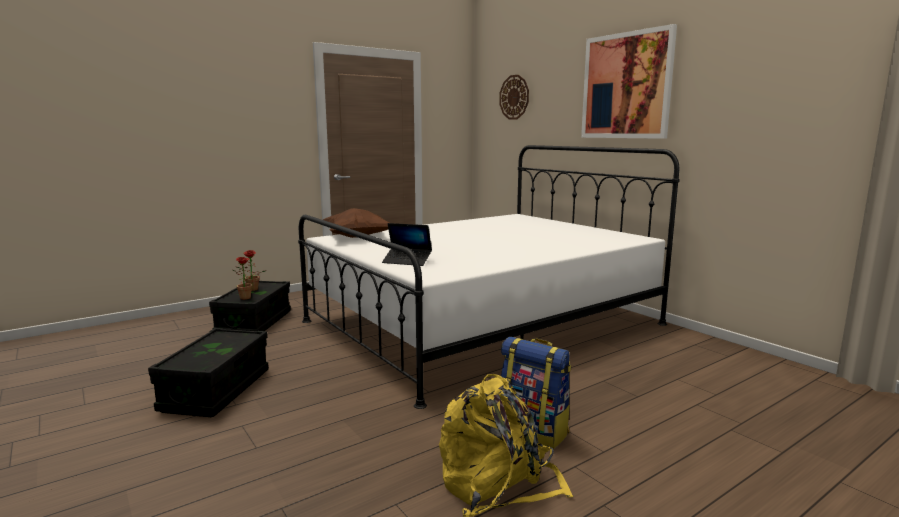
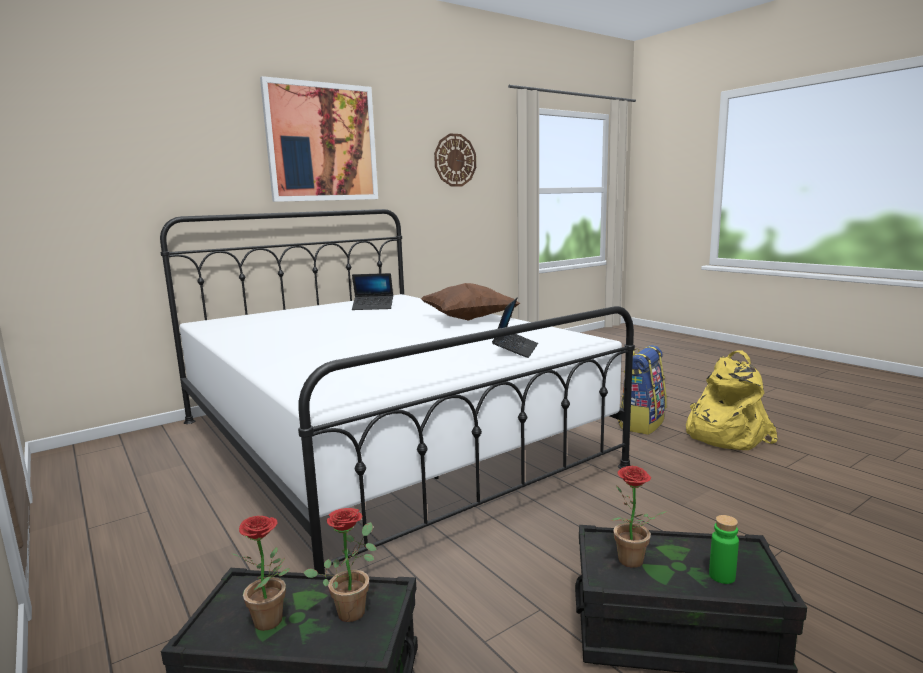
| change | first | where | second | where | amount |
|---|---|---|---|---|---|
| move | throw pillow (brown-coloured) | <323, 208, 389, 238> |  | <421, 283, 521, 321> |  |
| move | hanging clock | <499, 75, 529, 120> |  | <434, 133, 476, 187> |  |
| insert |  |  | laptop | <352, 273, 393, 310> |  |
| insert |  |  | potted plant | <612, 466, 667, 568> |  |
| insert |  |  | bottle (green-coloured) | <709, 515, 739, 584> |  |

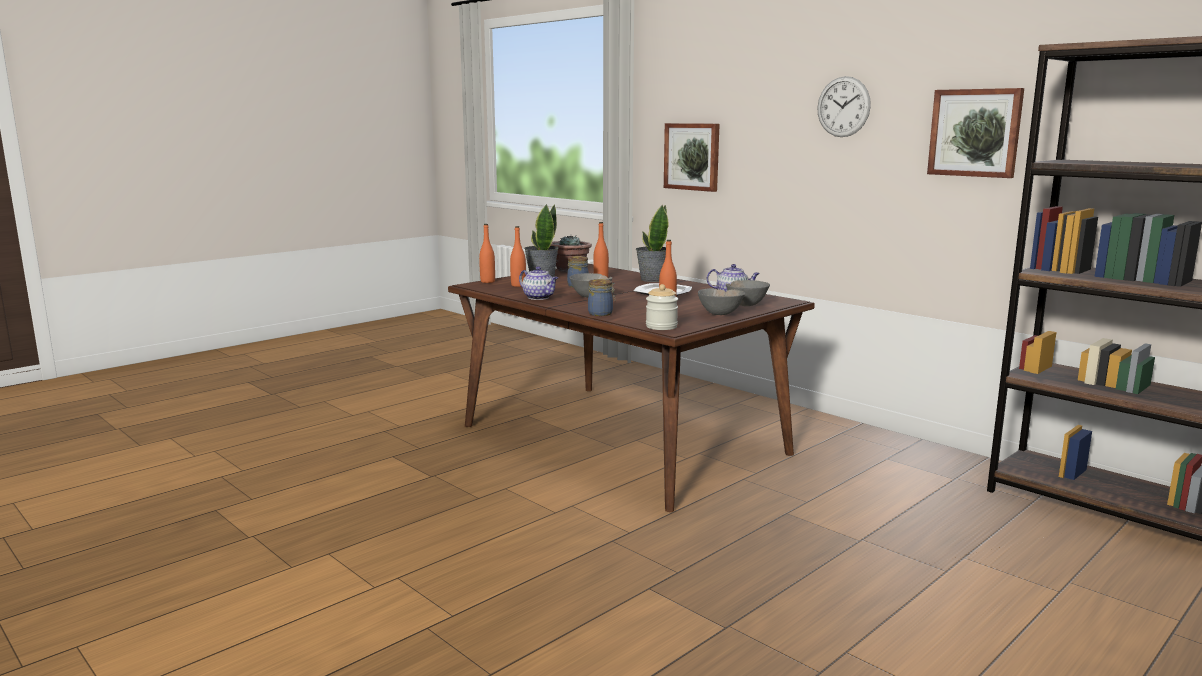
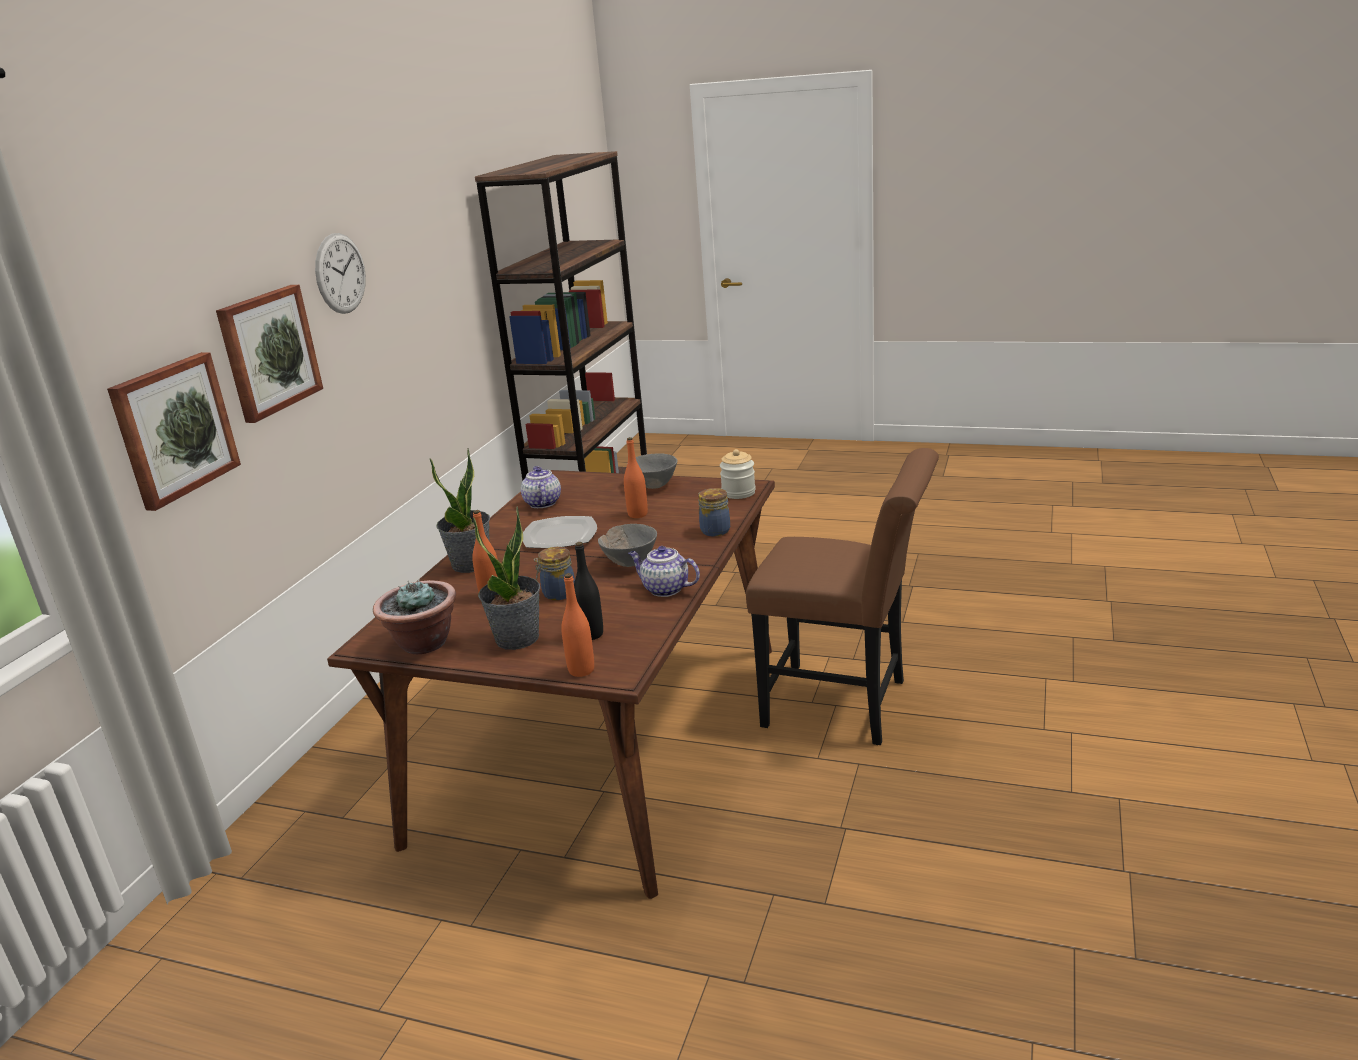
| change | first | where | second | where | amount |
|---|---|---|---|---|---|
| recolor | bottle (orangey) | <510, 226, 526, 287> | bottle (blackish) | <574, 542, 603, 640> |  |
| rotate | pot for tea | <519, 266, 558, 300> |  | <628, 546, 700, 597> | 75 degrees counterclockwise |
| delete | deep dish (grey) | <726, 280, 770, 306> |  |  |  |
| move | wall art | <927, 88, 1024, 178> |  | <216, 285, 323, 423> |  |
| insert |  |  | plain chair (brown-coloured) | <746, 448, 939, 745> |  |

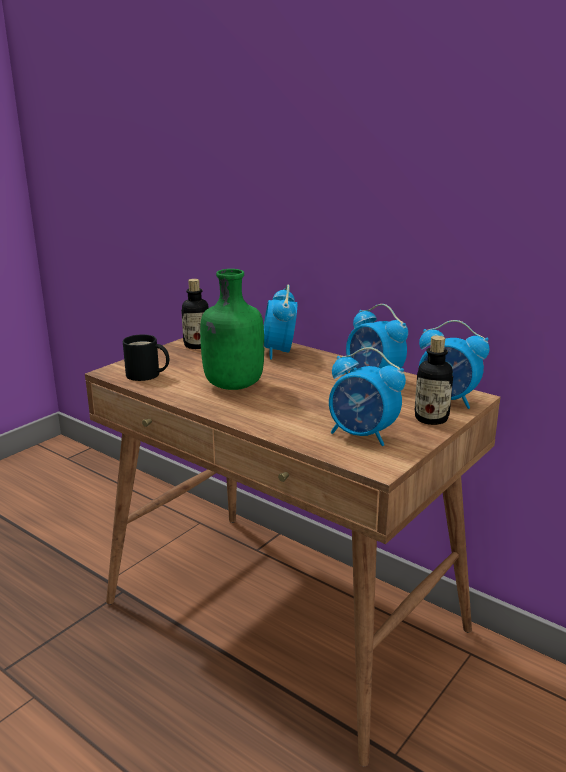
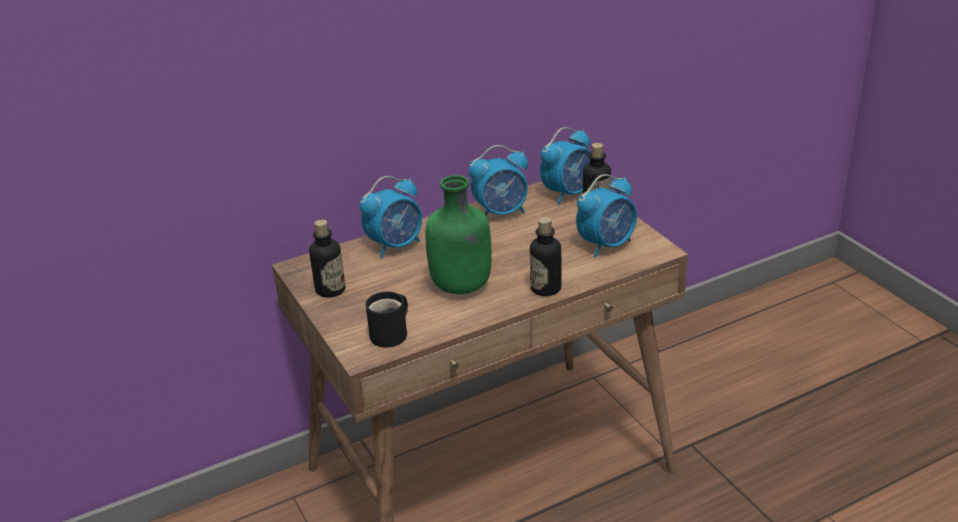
| change | first | where | second | where | amount |
|---|---|---|---|---|---|
| rotate | table clock | <264, 285, 297, 359> |  | <360, 176, 422, 258> | 60 degrees counterclockwise |
| insert |  |  | bottle | <530, 217, 561, 296> |  |

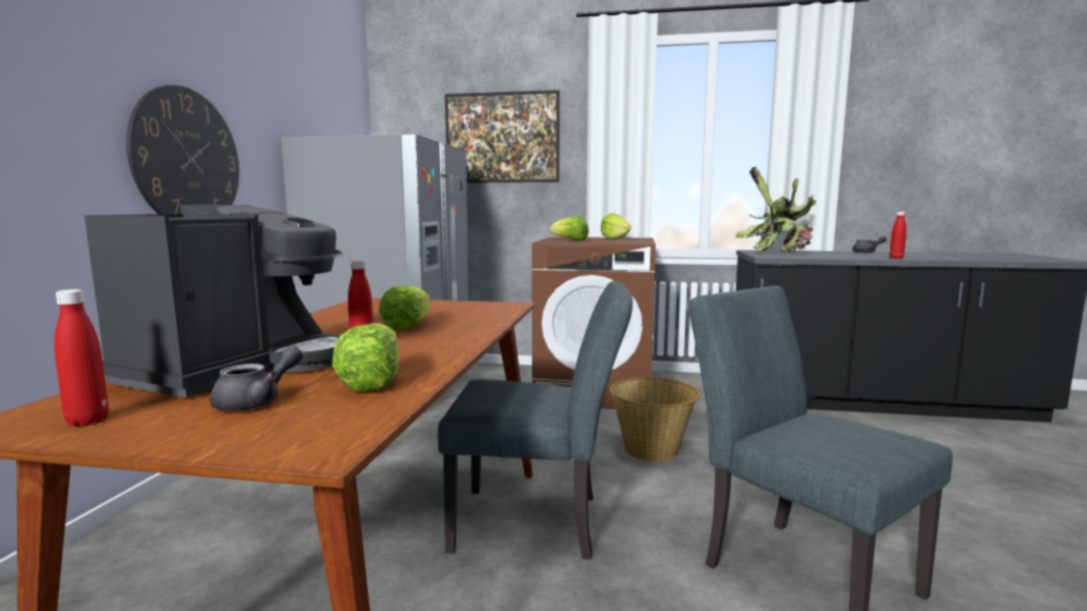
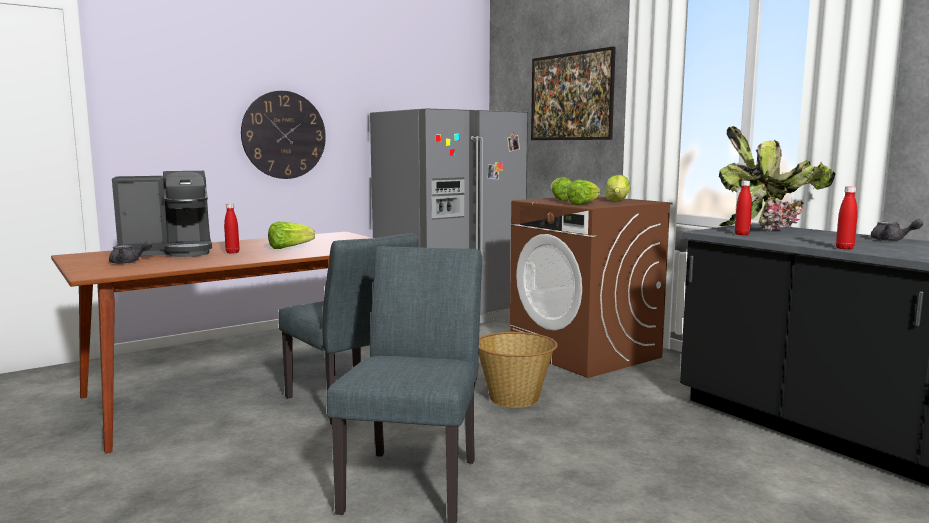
| change | first | where | second | where | amount |
|---|---|---|---|---|---|
| move | bottle (reddish) | <54, 289, 109, 426> |  | <735, 180, 752, 235> |  |
| move | head of lettuce | <332, 323, 399, 392> |  | <566, 180, 600, 205> |  |

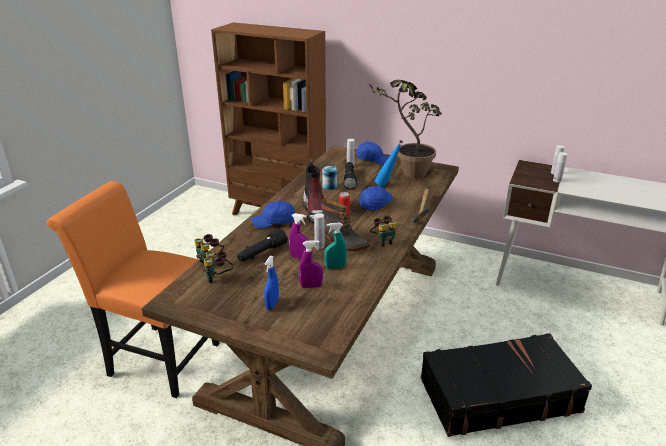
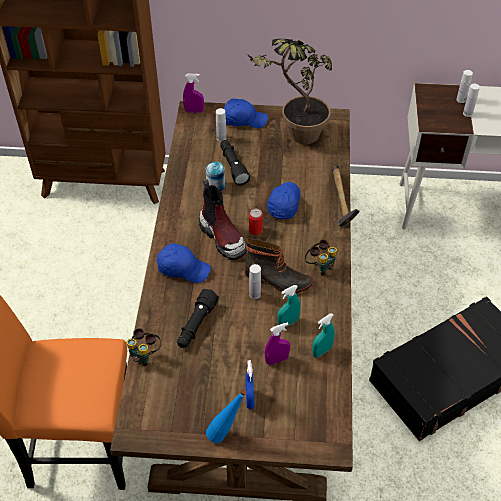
| change | first | where | second | where | amount |
|---|---|---|---|---|---|
| delete | pair of binoculars | <203, 251, 234, 283> |  |  |  |
| rotate | peaked cap (blue-coloured) | <251, 201, 295, 229> |  | <157, 243, 211, 283> | 135 degrees counterclockwise |
| move | spray bottle (purple) | <289, 213, 309, 259> |  | <183, 74, 204, 113> |  |
| move | bottle (blue-coloured) | <375, 140, 403, 186> |  | <206, 389, 247, 443> |  |
| insert |  |  | spray bottle (blue-green) | <312, 313, 335, 358> |  |

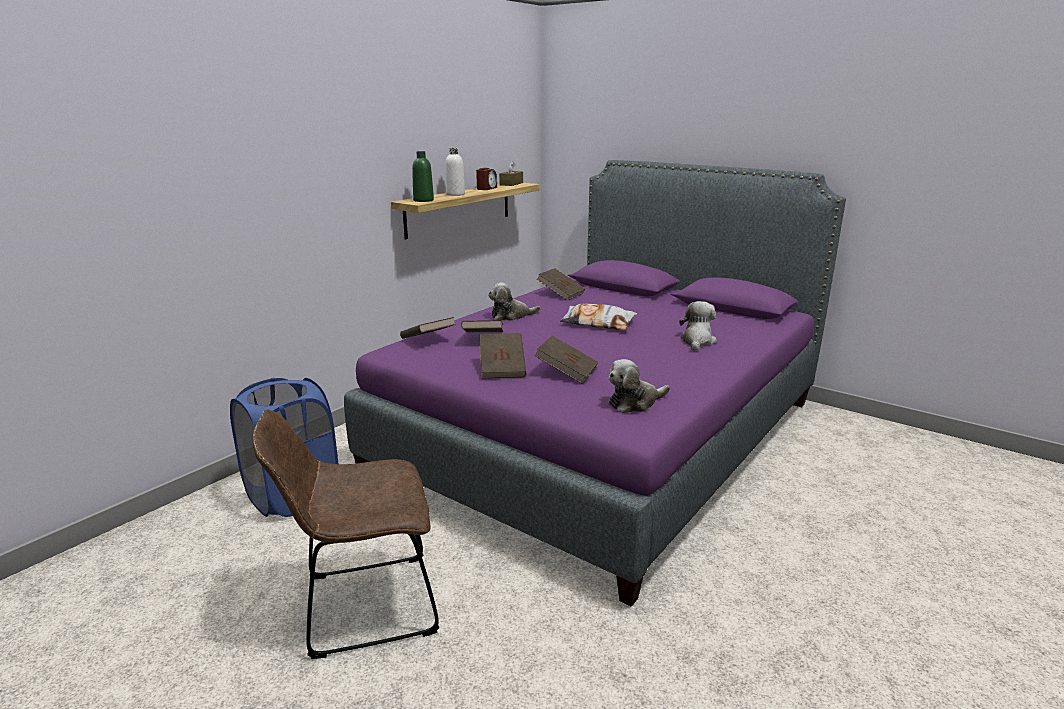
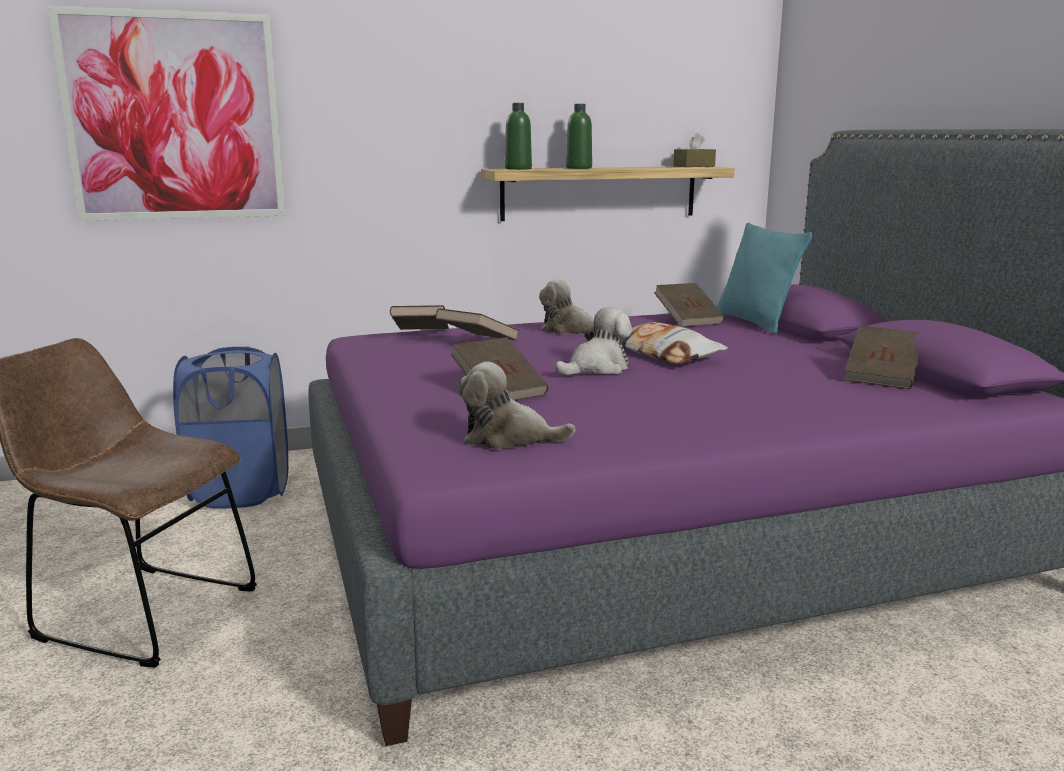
| change | first | where | second | where | amount |
|---|---|---|---|---|---|
| recolor | bottle (white-coloured) | <445, 148, 465, 196> | bottle (green-coloured) | <566, 104, 592, 169> |  |
| delete | table clock | <476, 168, 497, 190> |  |  |  |
| move | book (brown-coloured) | <479, 333, 526, 379> |  | <844, 326, 920, 389> |  |
| move | soft toy | <679, 301, 717, 351> |  | <555, 307, 632, 375> |  |
| insert |  |  | wall art | <47, 6, 285, 221> |  |
| insert |  |  | throw pillow (blue-green) | <716, 222, 813, 334> |  |

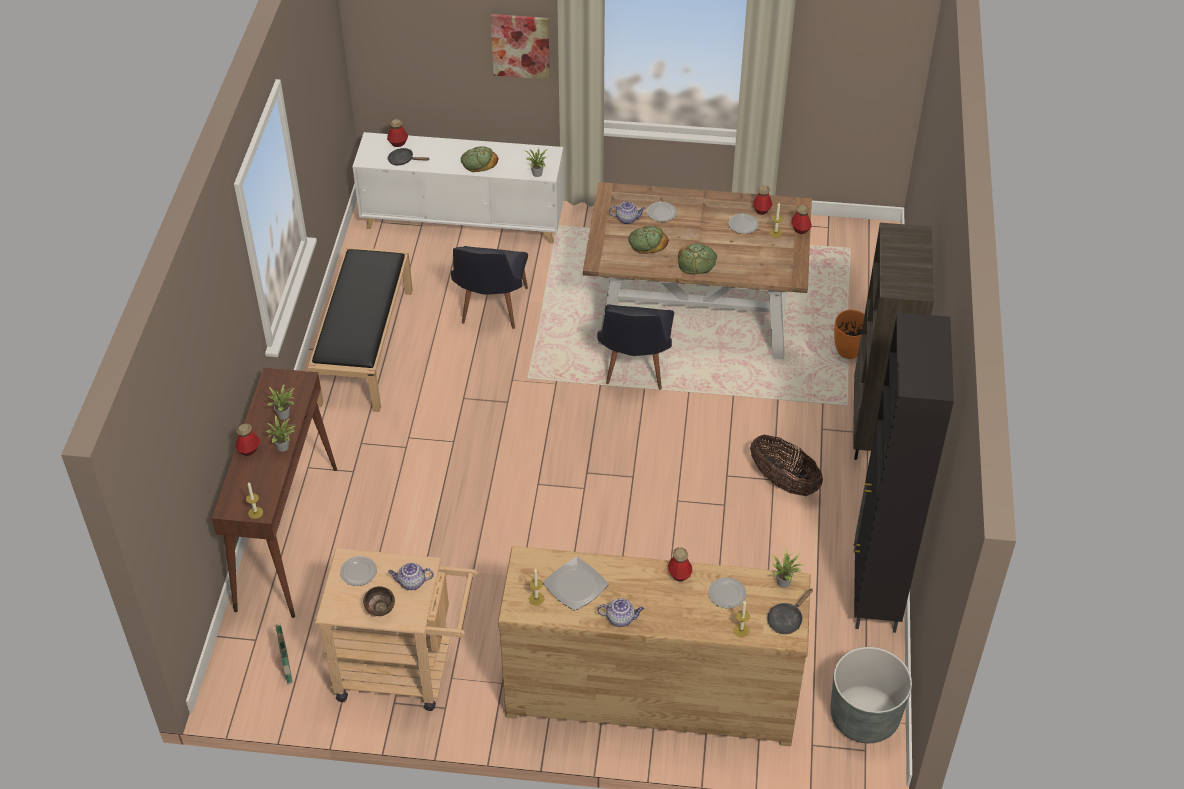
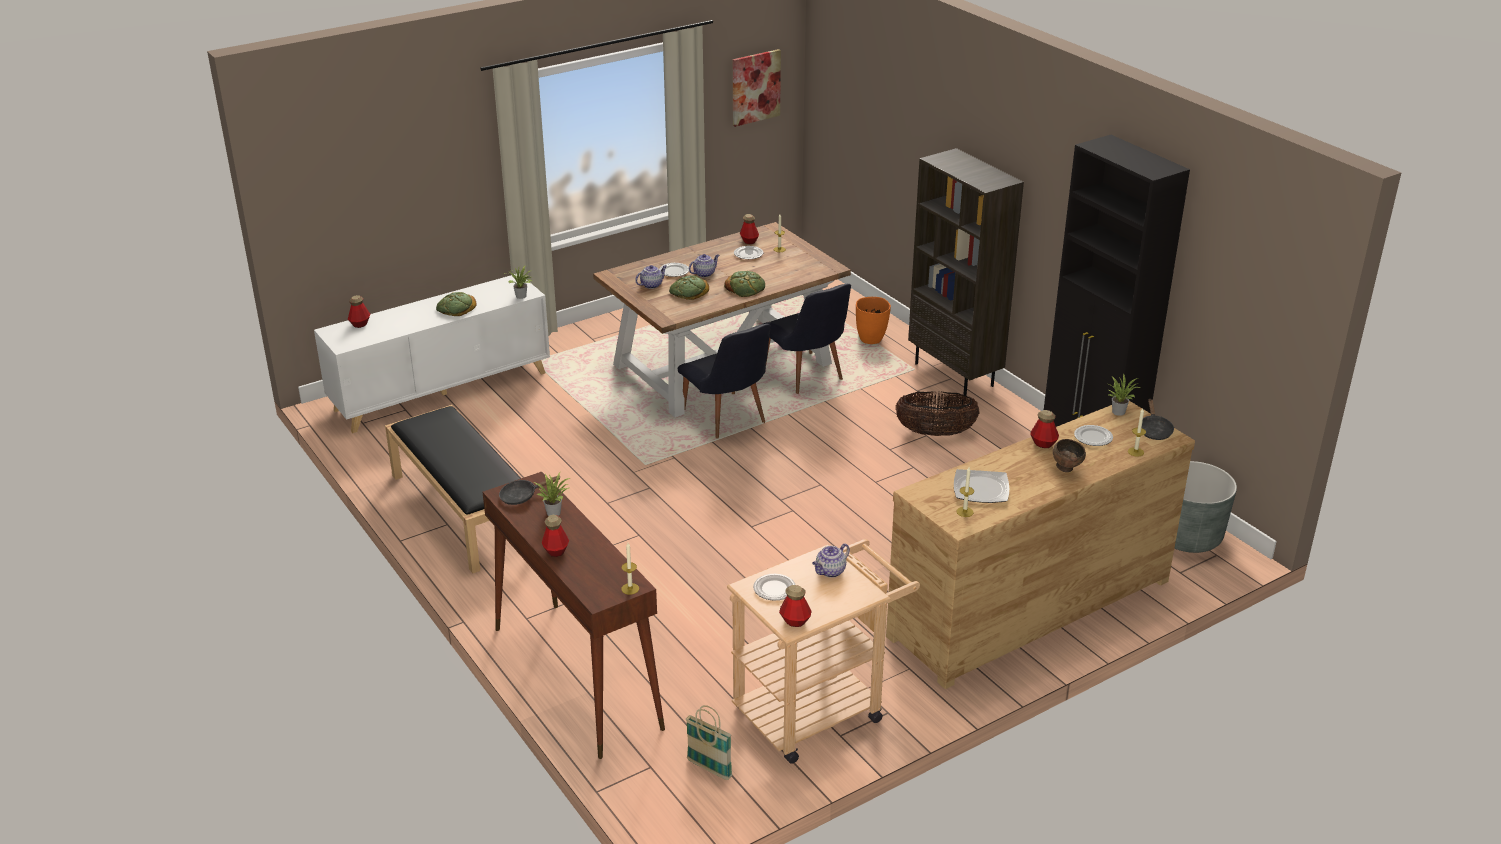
| change | first | where | second | where | amount |
|---|---|---|---|---|---|
| delete | potted plant | <266, 414, 296, 452> |  |  |  |
| move | deep dish (brown-coloured) | <363, 586, 395, 616> |  | <1053, 439, 1086, 472> |  |
| move | pan (blackish) | <388, 148, 430, 165> |  | <499, 476, 561, 505> |  |
| move | plain chair (blackish) | <451, 246, 528, 329> |  | <763, 284, 851, 394> |  |
| move | wall art | <490, 14, 550, 80> |  | <733, 49, 781, 127> |  |
| move | pot for tea | <597, 598, 644, 627> |  | <689, 254, 719, 277> |  |
| move | bottle | <791, 205, 812, 234> |  | <779, 585, 812, 627> |  |

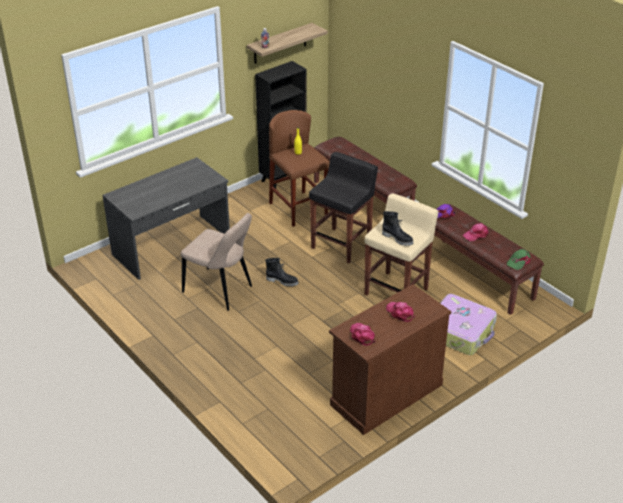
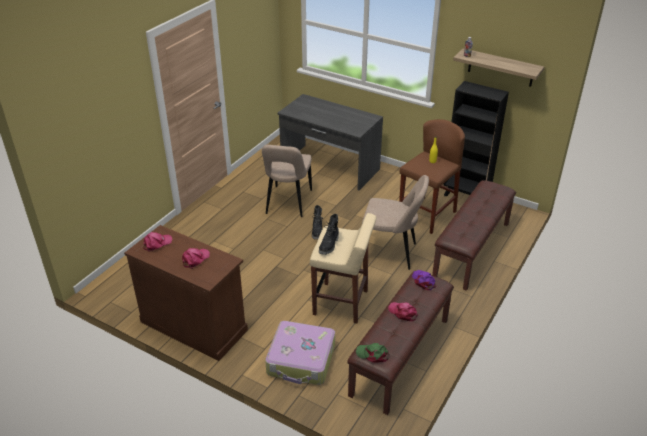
| change | first | where | second | where | amount |
|---|---|---|---|---|---|
| replace | stool (blackish) | <309, 152, 378, 263> | plain chair (beige) | <362, 175, 429, 270> |  |

